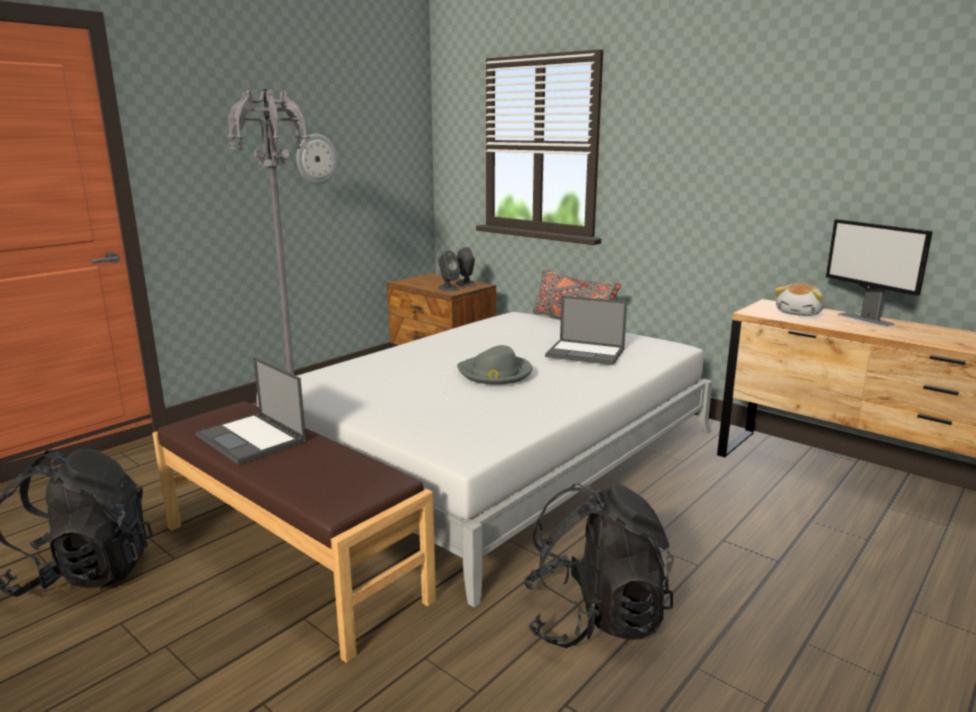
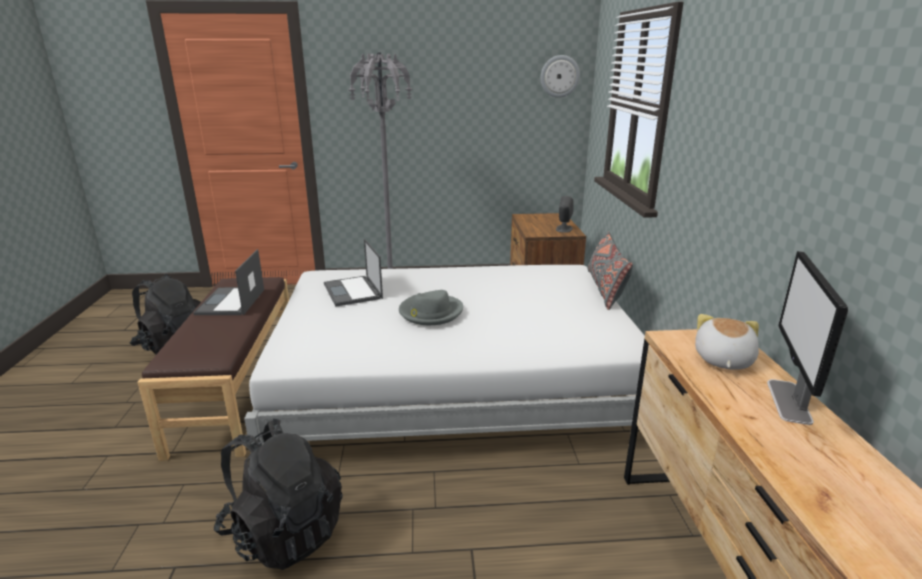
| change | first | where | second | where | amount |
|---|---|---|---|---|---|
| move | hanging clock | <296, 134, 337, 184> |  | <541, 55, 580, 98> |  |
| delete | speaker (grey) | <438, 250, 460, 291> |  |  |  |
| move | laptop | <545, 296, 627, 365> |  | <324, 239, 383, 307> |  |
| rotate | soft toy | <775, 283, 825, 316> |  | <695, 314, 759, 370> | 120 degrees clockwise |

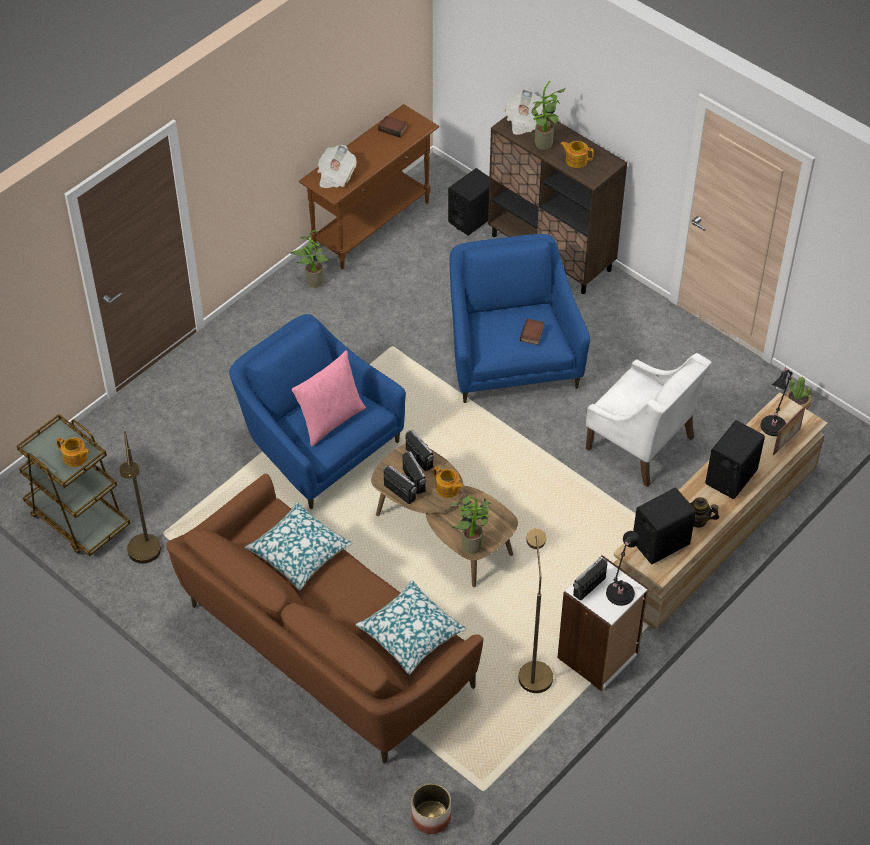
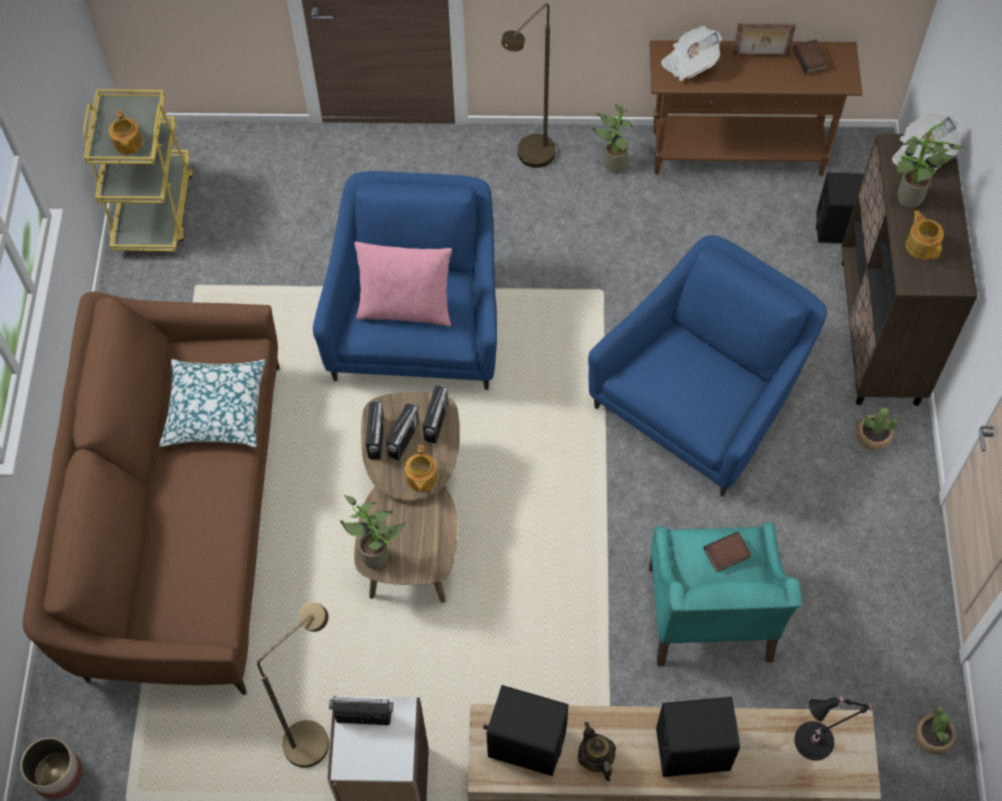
| change | first | where | second | where | amount |
|---|---|---|---|---|---|
| recolor | cart (brown-coloured) | <17, 414, 130, 556> | cart (yellow) | <83, 89, 194, 251> |  |
| move | floor lamp (brown-coloured) | <119, 431, 161, 564> |  | <501, 3, 555, 168> |  |
| delete | throw pillow | <355, 580, 466, 675> |  |  |  |
| move | book | <520, 319, 545, 345> |  | <704, 531, 751, 572> |  |
| recolor | easy chair (white-coloured) | <585, 353, 712, 487> | easy chair (blue-green) | <649, 523, 802, 666> |  |
| delete | lamp for a table (blackish) | <606, 531, 639, 606> |  |  |  |
| move | photo frame | <773, 406, 806, 455> |  | <733, 23, 796, 56> |  |
| insert |  |  | potted plant | <856, 407, 898, 450> |  |

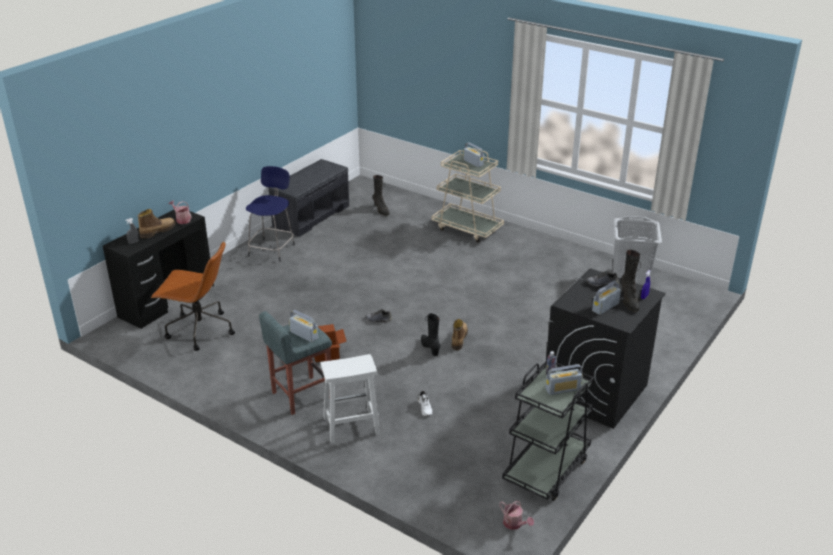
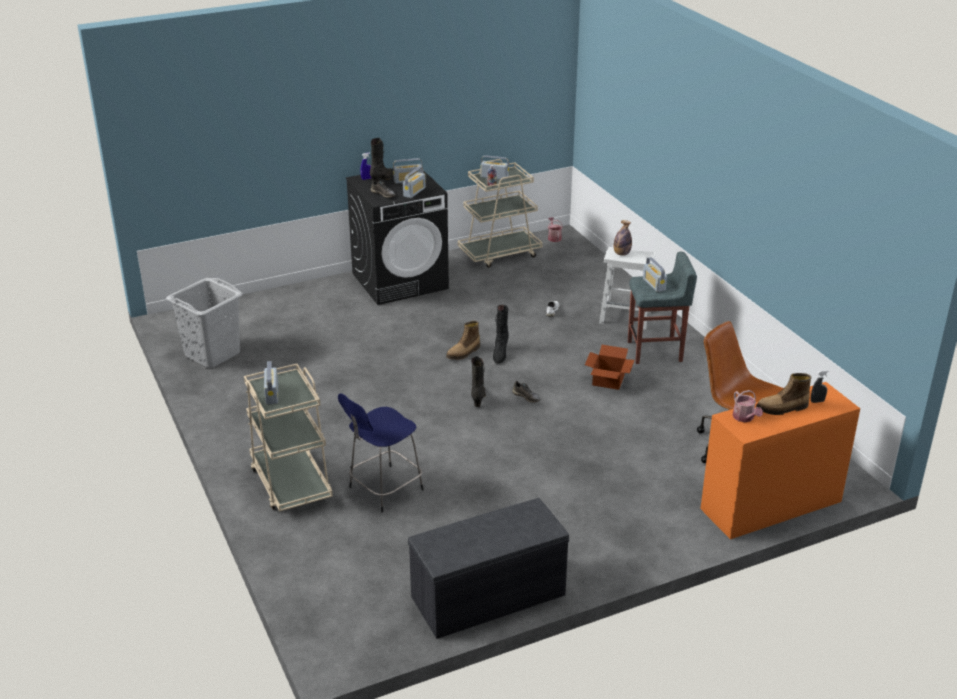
| change | first | where | second | where | amount |
|---|---|---|---|---|---|
| recolor | desk unit (blackish) | <103, 210, 214, 329> | desk unit (orangey) | <700, 382, 860, 539> |  |
| move | stool (blue-coloured) | <246, 166, 295, 262> |  | <338, 393, 424, 513> |  |
| move | boot (blackish) | <373, 175, 390, 216> |  | <471, 356, 486, 407> |  |
| recolor | cart (blackish) | <502, 360, 594, 501> | cart (beige) | <458, 159, 543, 268> |  |
| insert |  |  | radio receiver | <403, 167, 426, 198> |  |
| insert |  |  | bottle | <614, 220, 632, 256> |  |

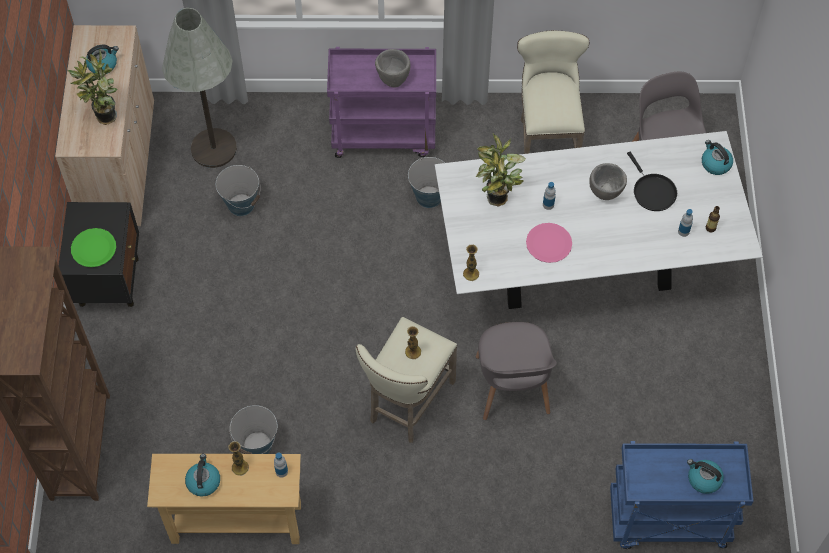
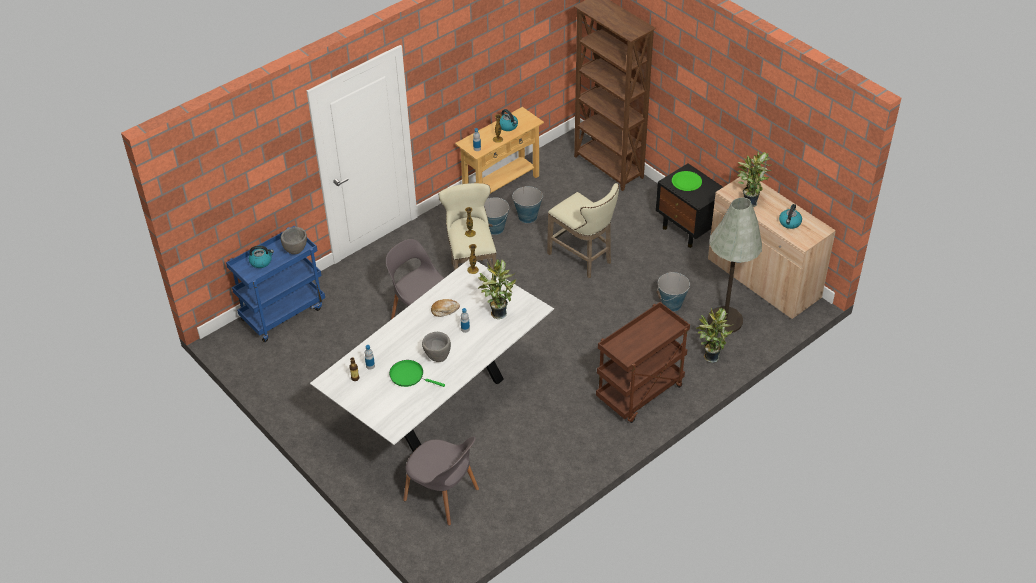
| change | first | where | second | where | amount |
|---|---|---|---|---|---|
| recolor | cart (purple) | <327, 47, 436, 158> | cart (brown-coloured) | <596, 302, 690, 423> |  |
| move | deep dish (grey) | <375, 49, 411, 88> |  | <281, 227, 307, 254> |  |
| move | pail | <408, 157, 445, 208> |  | <484, 197, 509, 235> |  |
| move | stool (beige) | <517, 30, 589, 154> |  | <547, 183, 619, 278> |  |
| replace | flat dish (pink) | <526, 223, 572, 263> | bakery bread | <431, 299, 460, 317> |  |
| recolor | pan (blackish) | <627, 152, 677, 211> | pan (green-coloured) | <389, 360, 445, 387> |  |
| delete | water kettle | <702, 140, 733, 175> |  |  |  |
| insert |  |  | potted plant | <696, 308, 734, 363> |  |

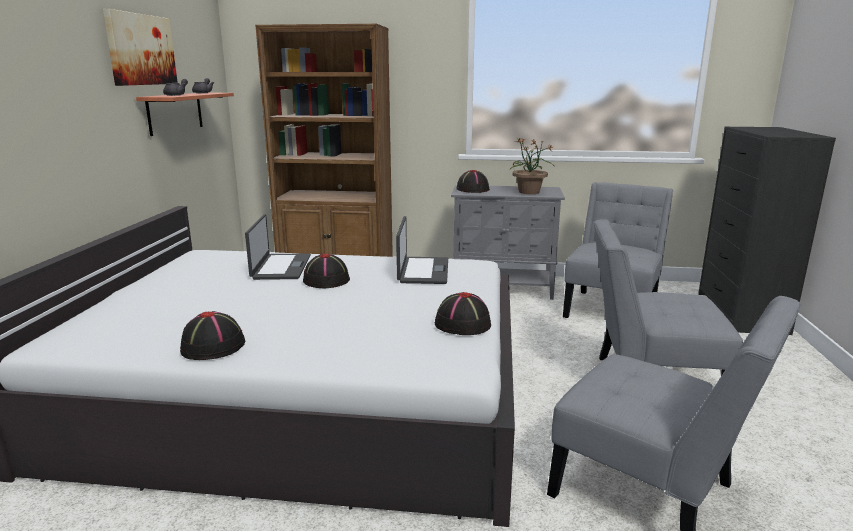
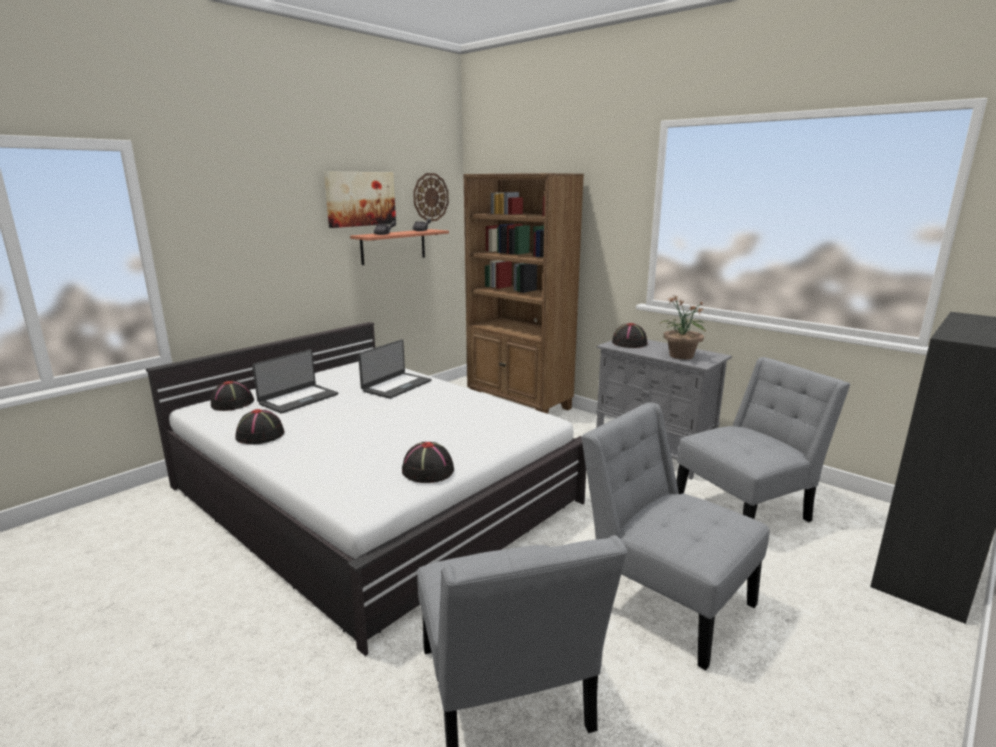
| change | first | where | second | where | amount |
|---|---|---|---|---|---|
| move | wearable hat (blackish) | <303, 254, 350, 288> |  | <211, 381, 254, 411> |  |
| move | laptop | <396, 216, 448, 284> |  | <252, 349, 338, 414> |  |
| insert |  |  | hanging clock | <413, 173, 449, 221> |  |

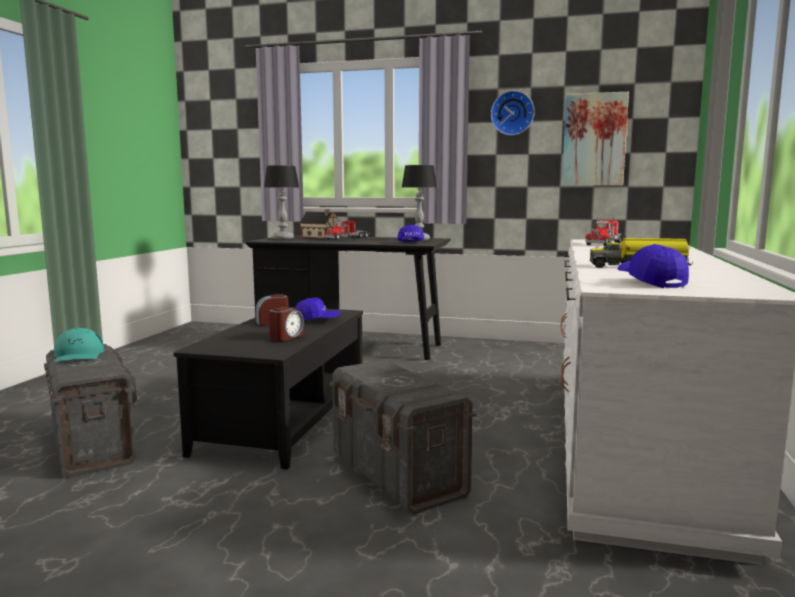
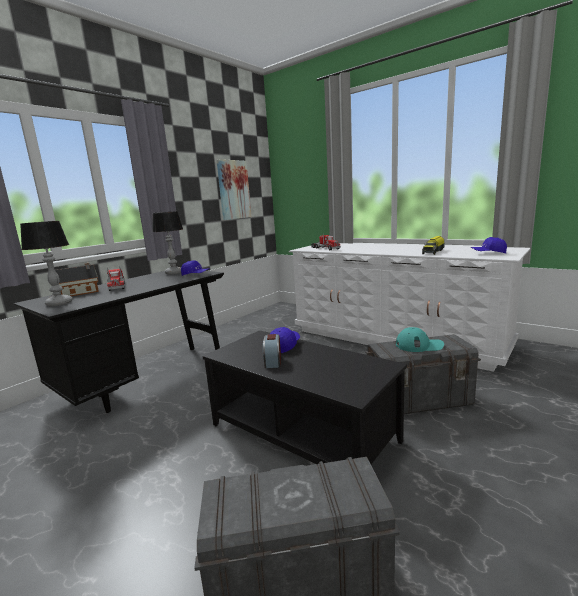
| change | first | where | second | where | amount |
|---|---|---|---|---|---|
| move | peaked cap (blue-green) | <54, 328, 104, 362> |  | <396, 327, 444, 352> |  |
| delete | table clock | <268, 307, 304, 341> |  |  |  |
| delete | hanging clock | <491, 90, 535, 135> |  |  |  |

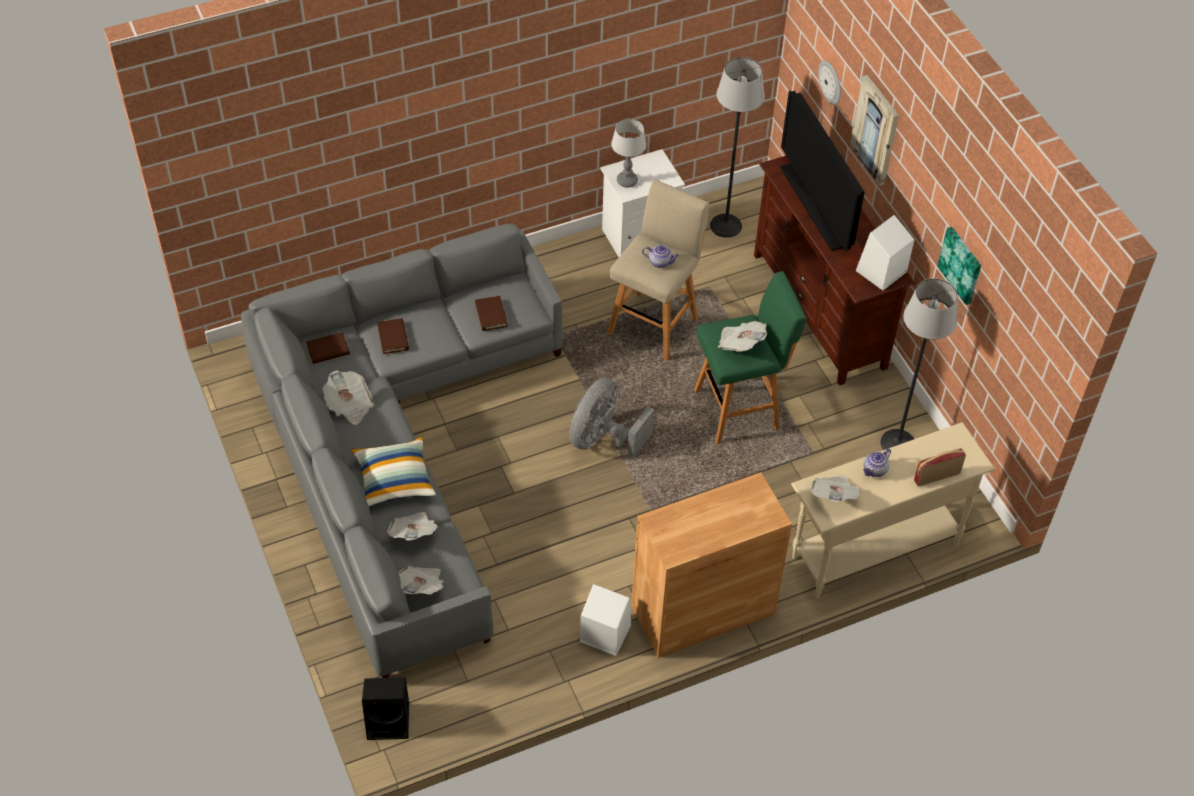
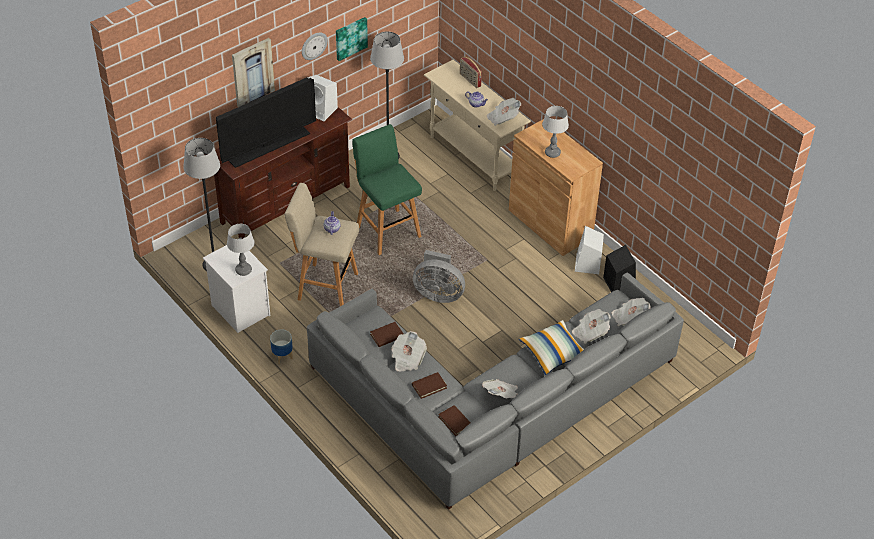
| change | first | where | second | where | amount |
|---|---|---|---|---|---|
| move | speaker (blackish) | <362, 677, 409, 740> |  | <603, 245, 636, 292> |  |
| move | daily paper | <718, 321, 767, 352> |  | <391, 331, 427, 371> |  |
| move | hanging clock | <818, 61, 841, 105> |  | <302, 32, 328, 60> |  |
| insert |  |  | planter | <270, 330, 293, 364> |  |
| insert |  |  | lamp for a table | <542, 106, 569, 158> |  |

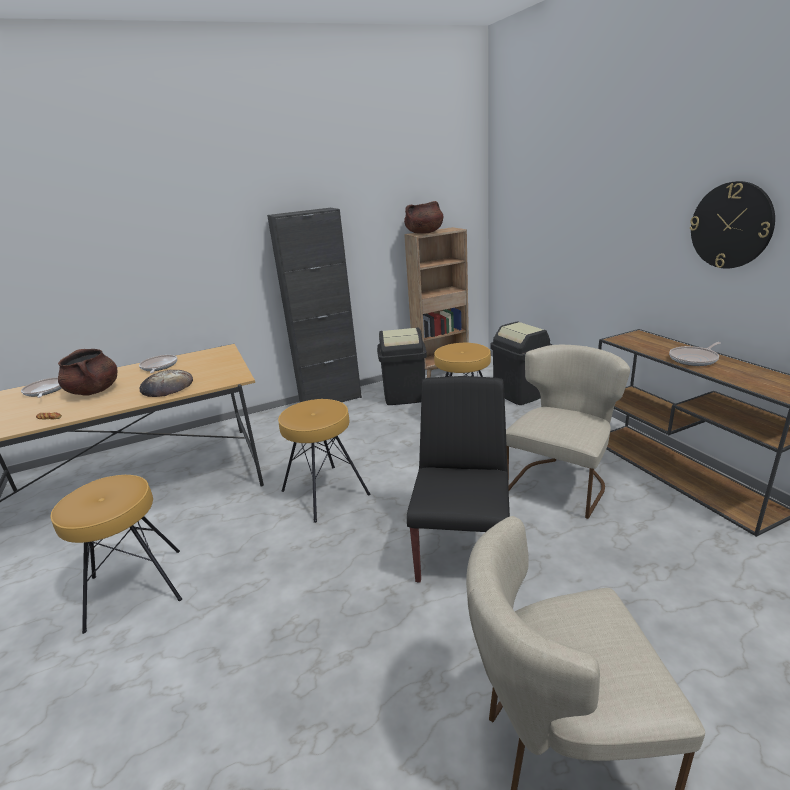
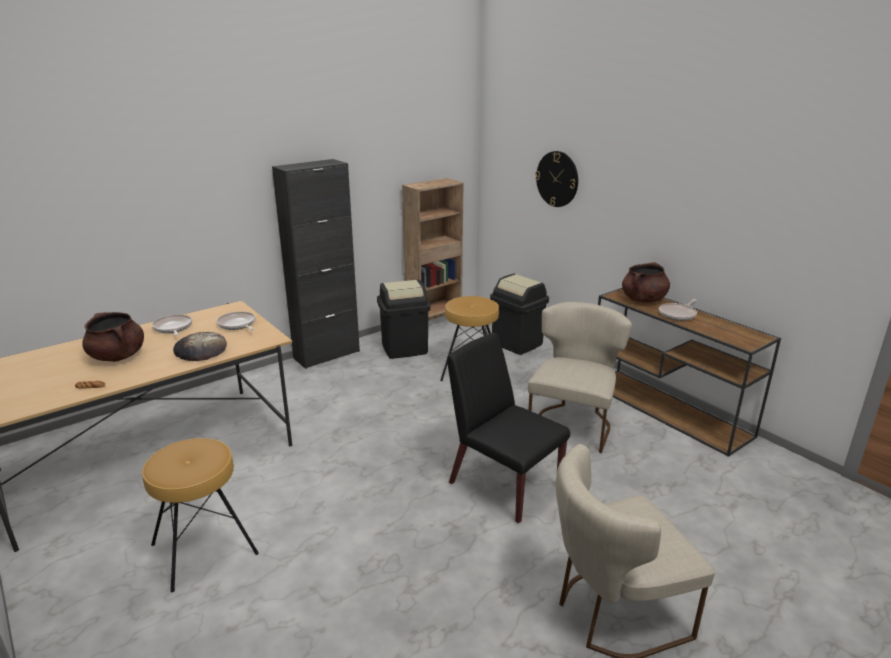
| change | first | where | second | where | amount |
|---|---|---|---|---|---|
| move | pan | <21, 377, 61, 398> |  | <216, 312, 255, 330> |  |
| delete | stool (brown-coloured) | <278, 399, 370, 523> |  |  |  |
| move | stockpot (brown-coloured) | <404, 201, 443, 234> |  | <622, 262, 670, 303> |  |
| rotate | plain chair (blackish) | <407, 376, 510, 583> |  | <447, 333, 570, 523> | 45 degrees counterclockwise |
| move | hanging clock | <690, 181, 775, 269> |  | <535, 151, 578, 207> |  |

